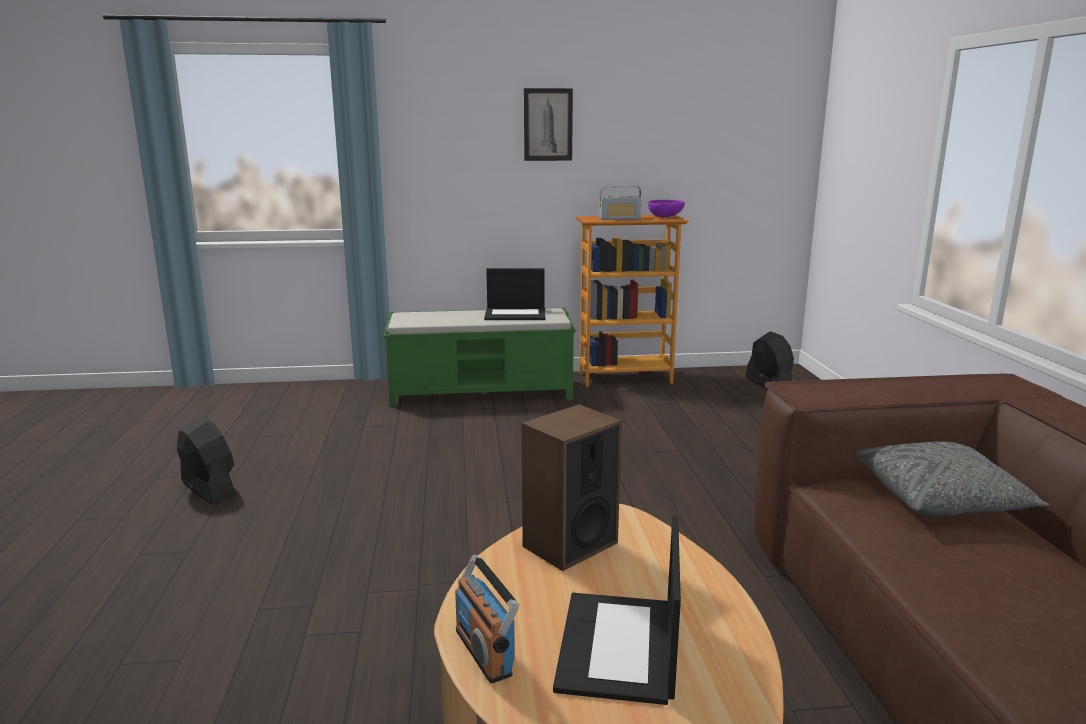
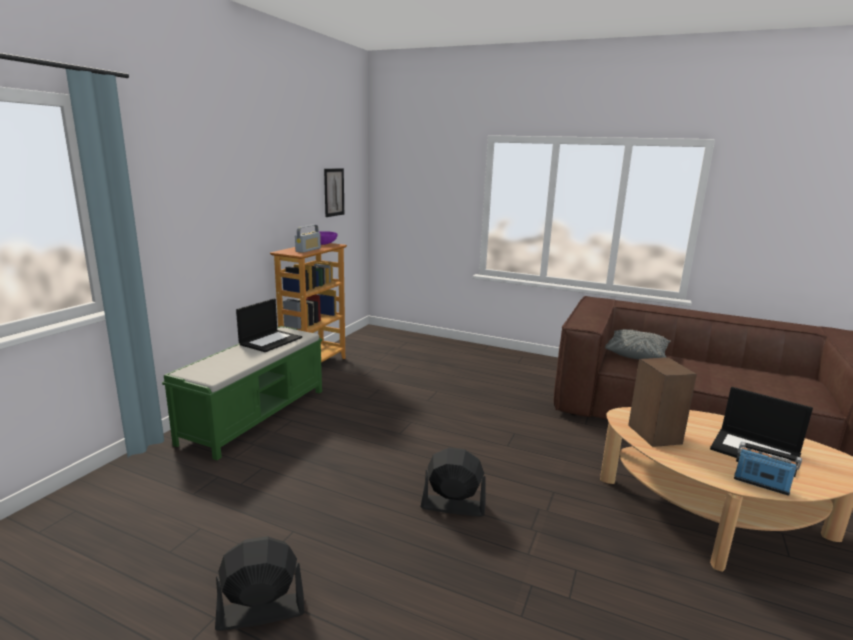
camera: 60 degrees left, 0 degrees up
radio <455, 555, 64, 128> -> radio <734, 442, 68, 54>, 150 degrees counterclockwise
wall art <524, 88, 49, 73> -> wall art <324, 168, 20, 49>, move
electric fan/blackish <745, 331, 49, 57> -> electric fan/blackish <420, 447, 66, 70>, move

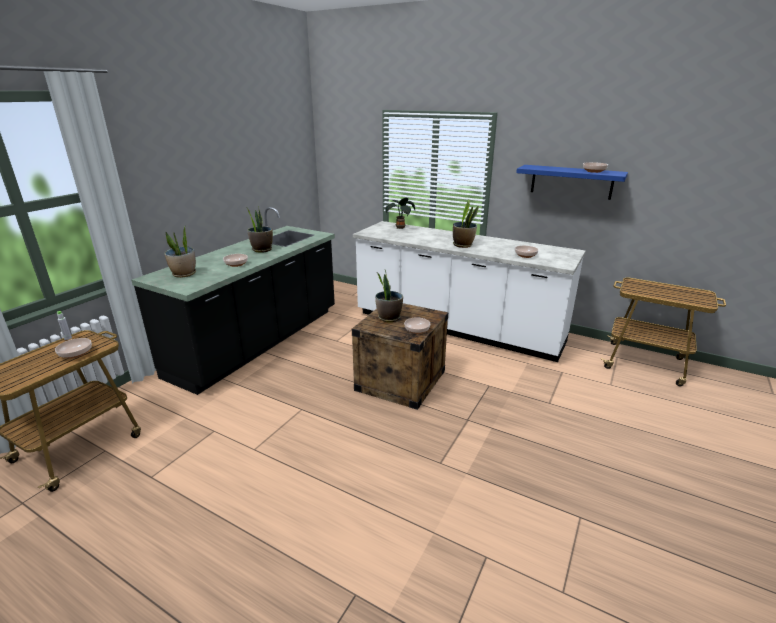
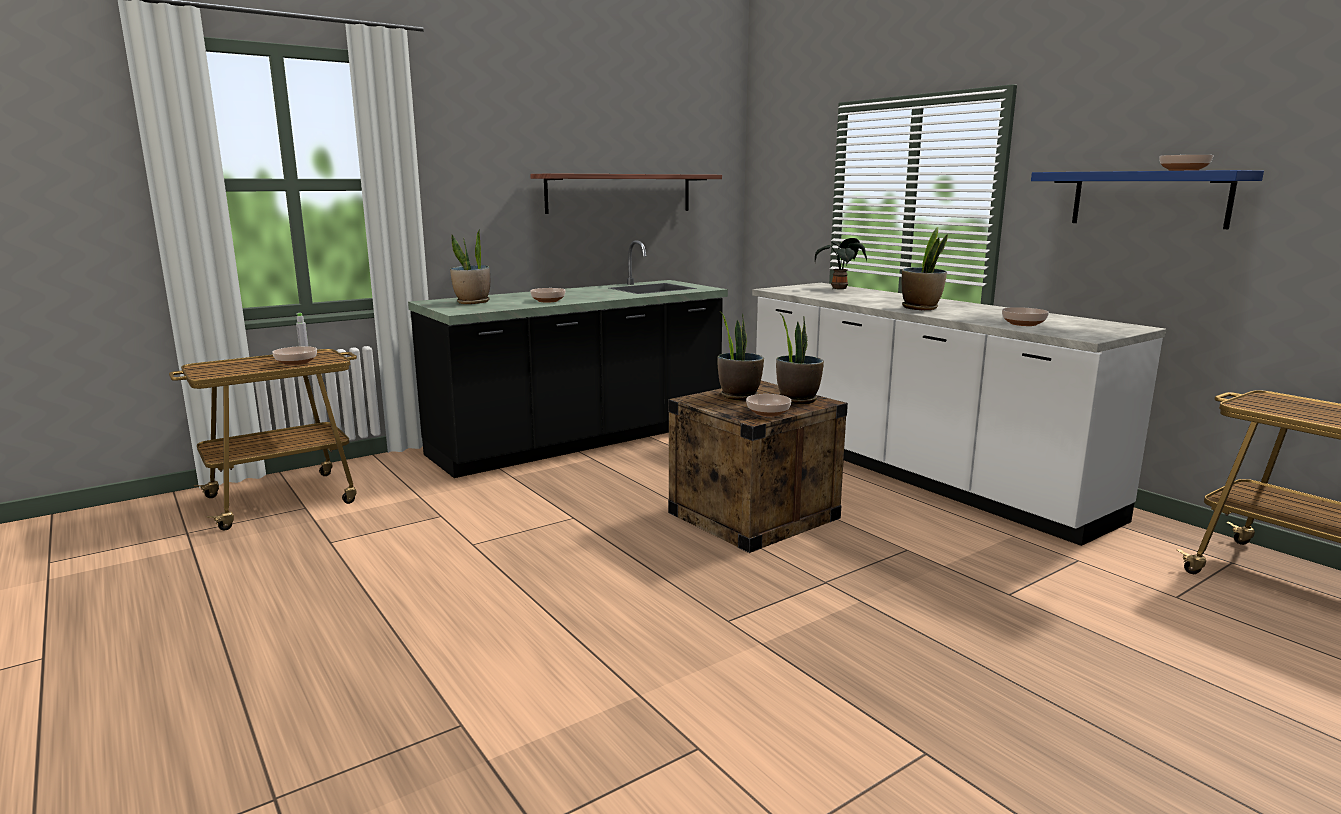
camera: 25 degrees right, 10 degrees down
potted plant <245, 206, 28, 47> -> potted plant <776, 313, 48, 91>, move
none -> bracket shelf <530, 173, 192, 41>

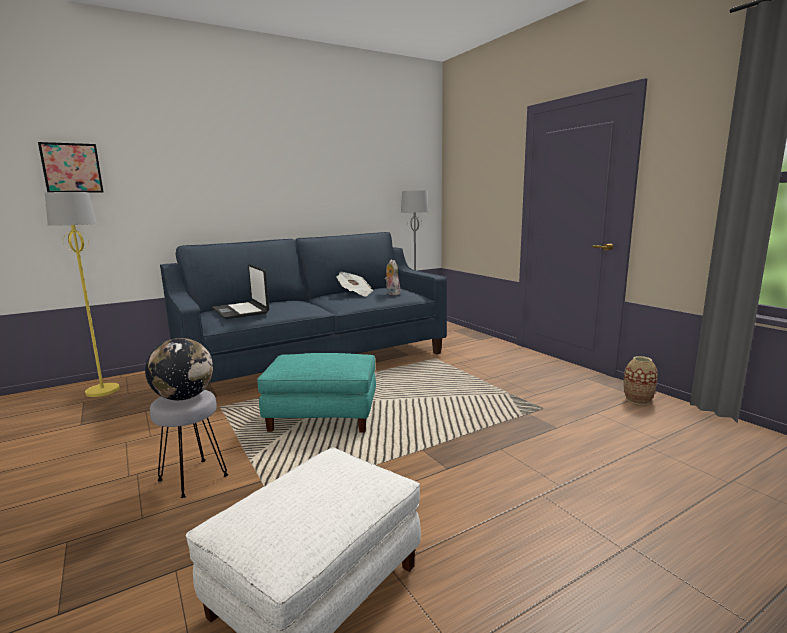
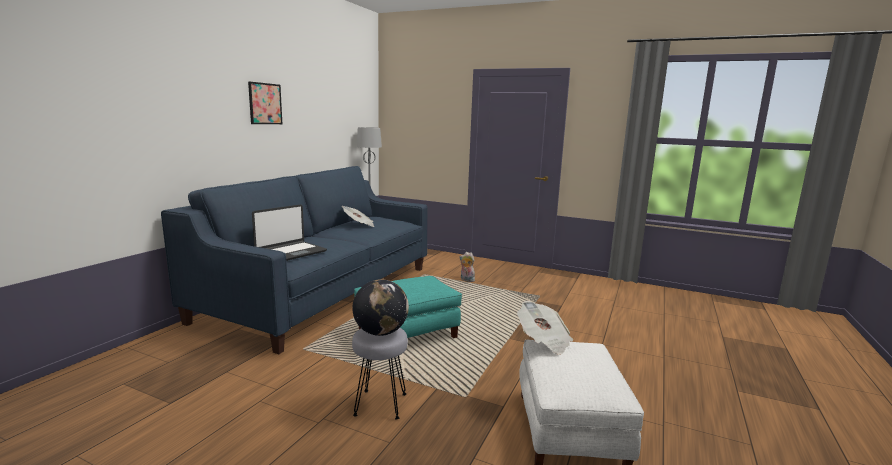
camera: 35 degrees left, 0 degrees up
wall art <38, 142, 65, 51> -> wall art <248, 82, 34, 42>, move
standard lamp/yellowish <45, 192, 75, 205> -> none
notebook computer <212, 264, 57, 55> -> notebook computer <252, 204, 75, 57>, 75 degrees counterclockwise
soft toy <385, 260, 15, 35> -> soft toy <459, 252, 16, 30>, move
decorative vase <624, 356, 34, 49> -> none
none -> daily paper <517, 301, 56, 54>

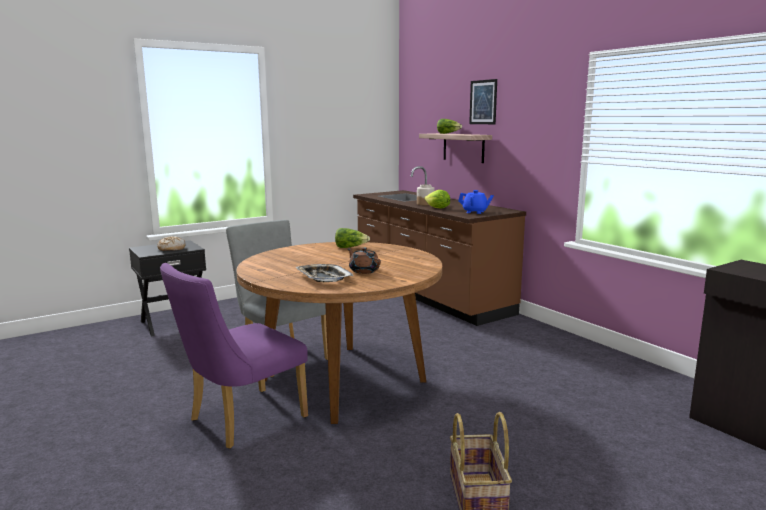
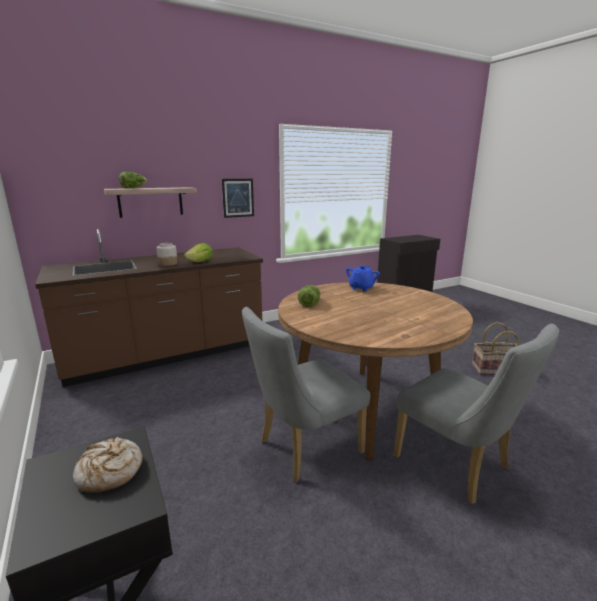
camera: 85 degrees left, 5 degrees up
plain chair/purplish <160, 263, 148, 186> -> plain chair/greyish <393, 324, 166, 180>
tray <296, 264, 57, 18> -> none
pot for tea/brown-coloured <348, 247, 33, 27> -> none
pot for tea/blue <458, 190, 36, 24> -> pot for tea/blue <346, 265, 34, 26>, move
wall art <469, 79, 28, 45> -> wall art <222, 179, 32, 39>, move

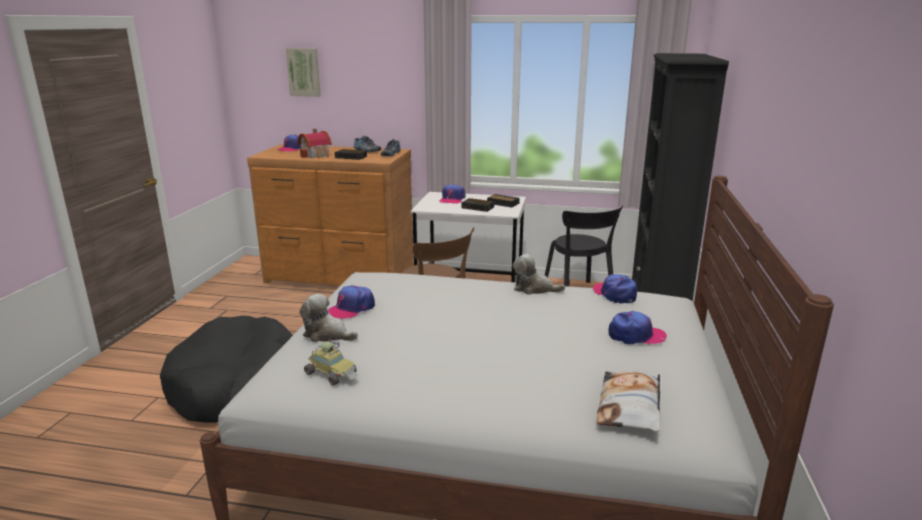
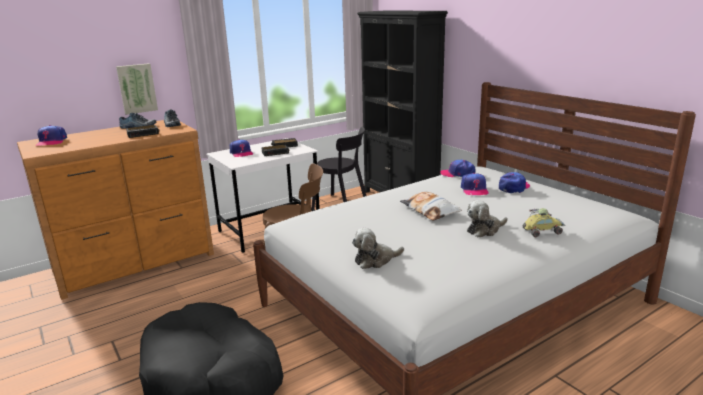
camera: 45 degrees left, 0 degrees up
wall art <286, 48, 35, 49> -> wall art <116, 63, 42, 52>, move
miniature house <297, 129, 35, 30> -> none
toy car <304, 339, 54, 47> -> toy car <523, 208, 43, 29>, move
cap <327, 285, 48, 34> -> cap <461, 173, 28, 22>, move
soft toy <513, 254, 52, 40> -> soft toy <467, 200, 41, 37>, move
pillow <597, 371, 64, 61> -> pillow <400, 191, 62, 30>, move

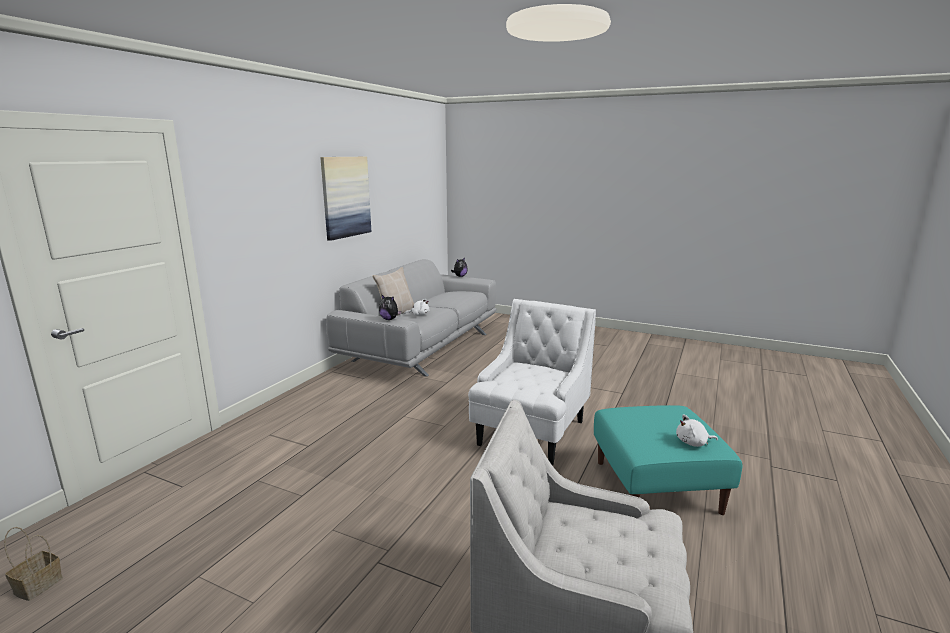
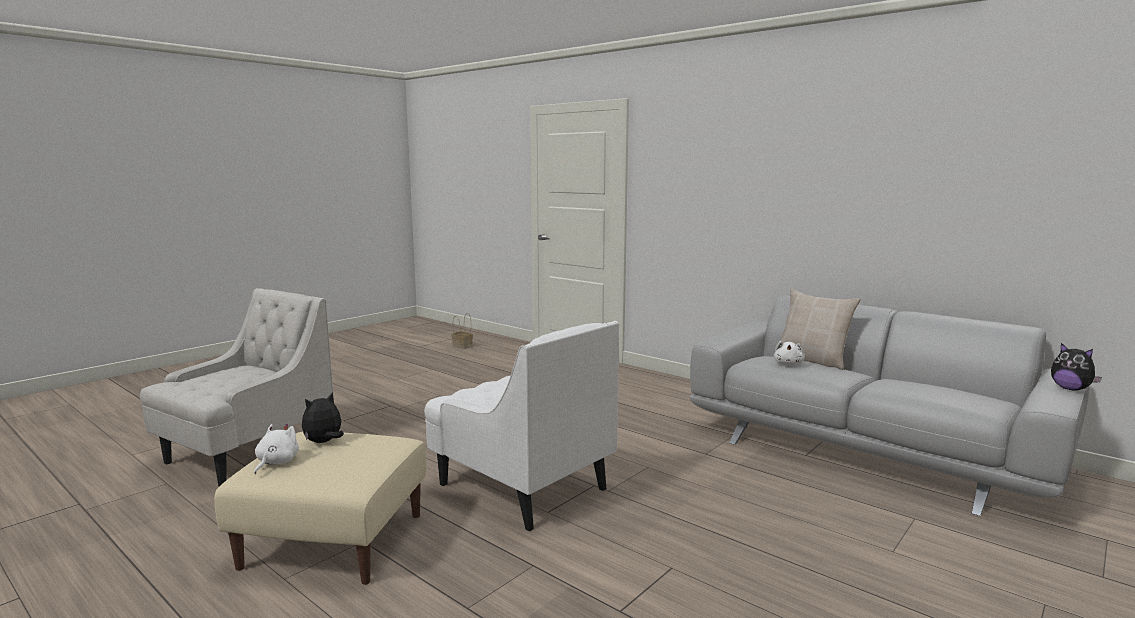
camera: 105 degrees right, 5 degrees down
wall art <320, 157, 51, 84> -> none
soft toy <379, 294, 23, 26> -> soft toy <302, 392, 42, 51>, move
ottoman/blue-green <594, 405, 148, 110> -> ottoman/beige <214, 432, 212, 153>

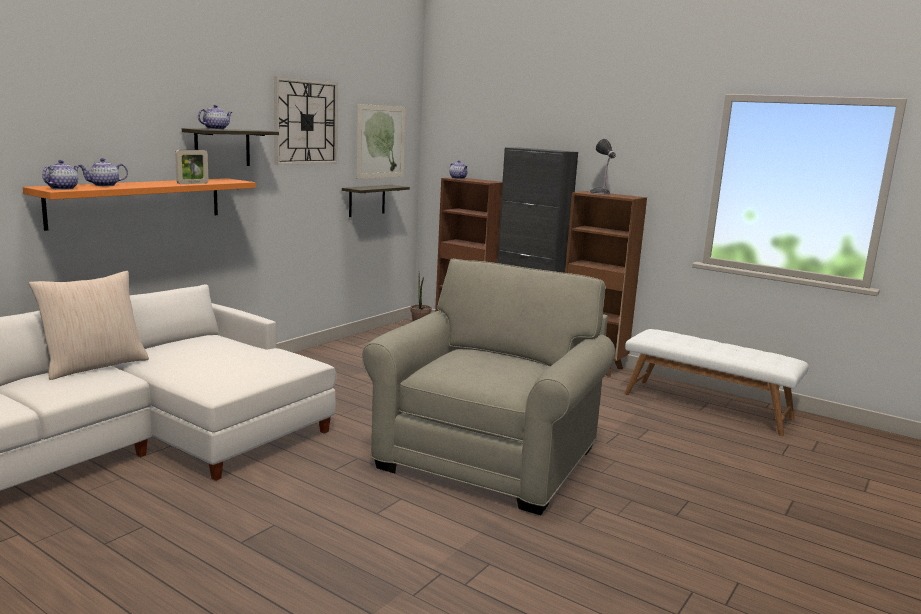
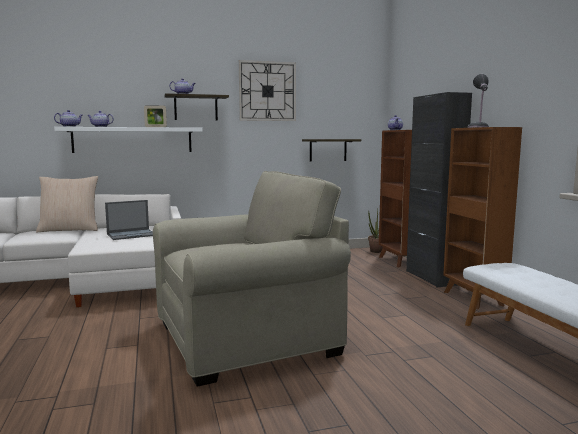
camera: 40 degrees right, 5 degrees down
bracket shelf/orangey <23, 178, 233, 53> -> bracket shelf/white-coloured <54, 127, 149, 26>
wall art <357, 104, 49, 75> -> none
none -> notebook computer <105, 200, 48, 40>

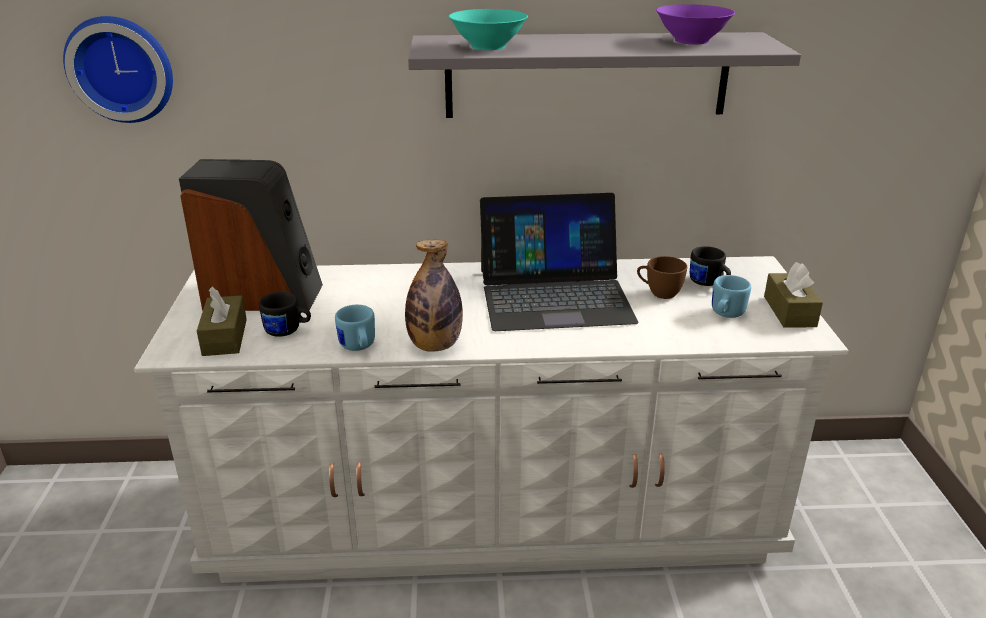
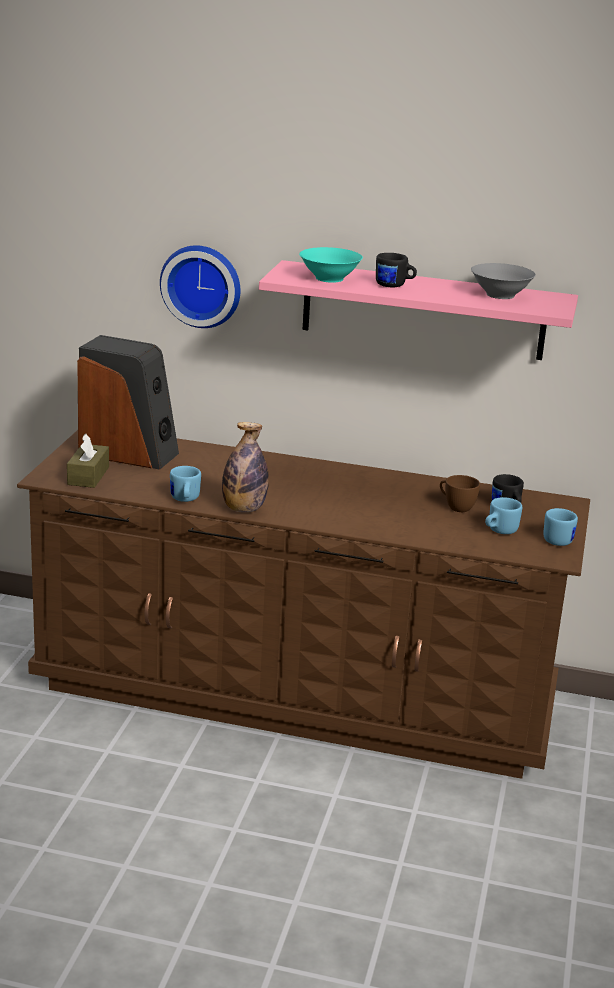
camera: 15 degrees right, 5 degrees down
clock on the wall <63, 16, 110, 107> -> clock on the wall <160, 245, 80, 83>, move
dresser/white-coloured <134, 256, 715, 327> -> dresser/brown-coloured <17, 430, 573, 349>
tea mug/blackish <259, 292, 52, 45> -> tea mug/blackish <376, 253, 41, 34>, move
bracket shelf/greyish <408, 32, 393, 86> -> bracket shelf/pinkish <259, 260, 319, 100>
notebook computer <480, 193, 159, 138> -> none
bowl/purplish <656, 4, 79, 40> -> bowl/greyish <471, 263, 65, 36>
tissue box/brown-coloured <764, 262, 59, 66> -> tea mug/blue <544, 508, 34, 38>

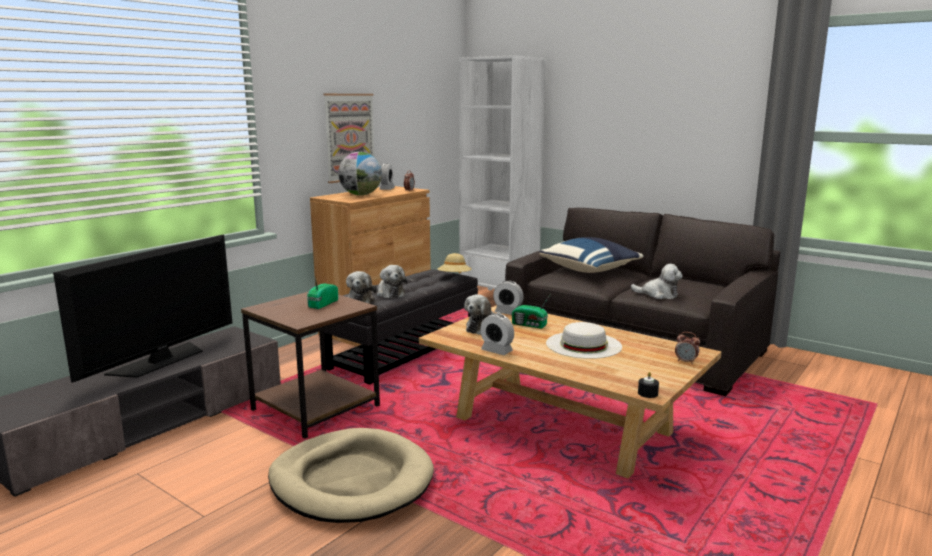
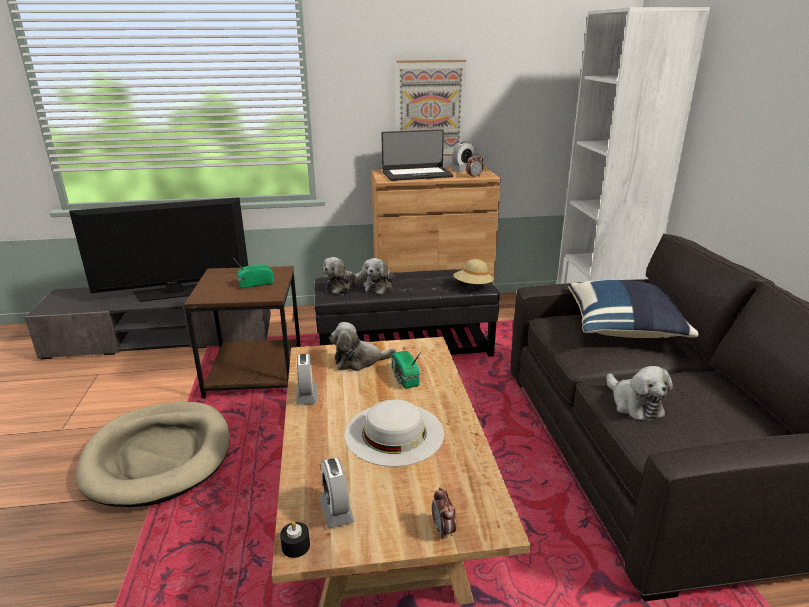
camera: 45 degrees right, 10 degrees up
globe <338, 152, 44, 43> -> notebook computer <381, 129, 72, 52>
alarm clock <493, 281, 31, 34> -> alarm clock <319, 457, 36, 72>, move

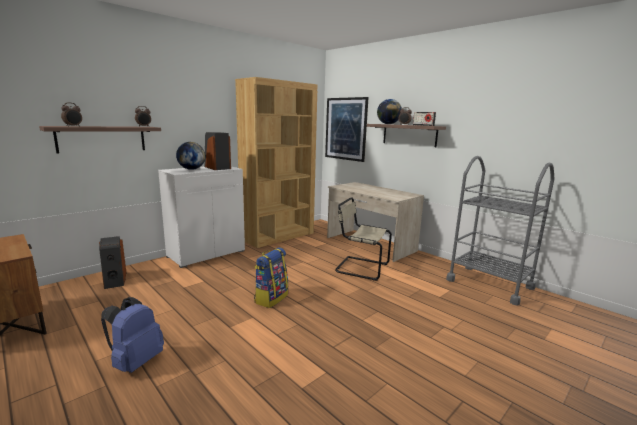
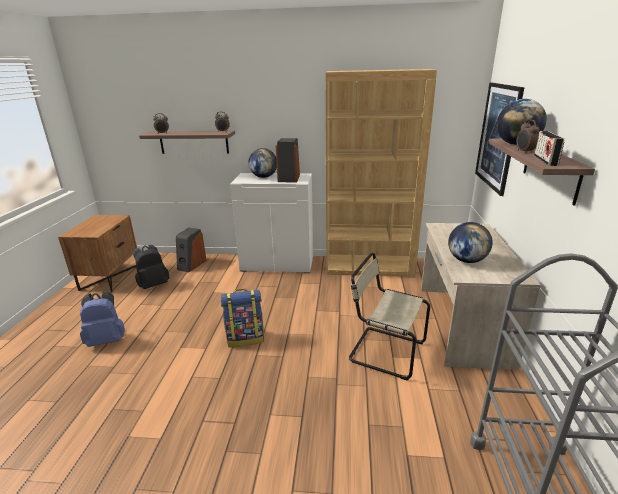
camera: 50 degrees right, 10 degrees up
plain chair/beige <335, 197, 57, 84> -> plain chair/beige <349, 253, 81, 128>, 45 degrees counterclockwise
none -> knapsack/blackish <133, 245, 37, 44>
none -> globe <448, 222, 45, 41>

